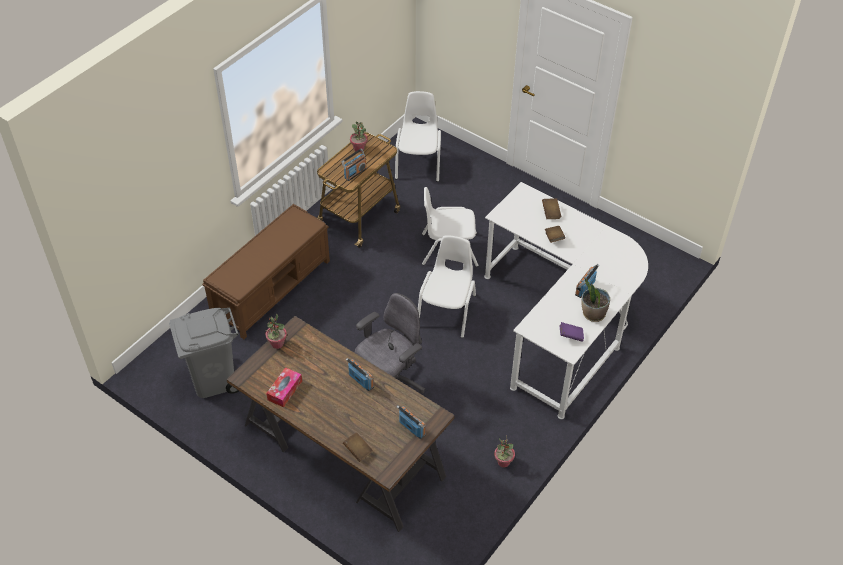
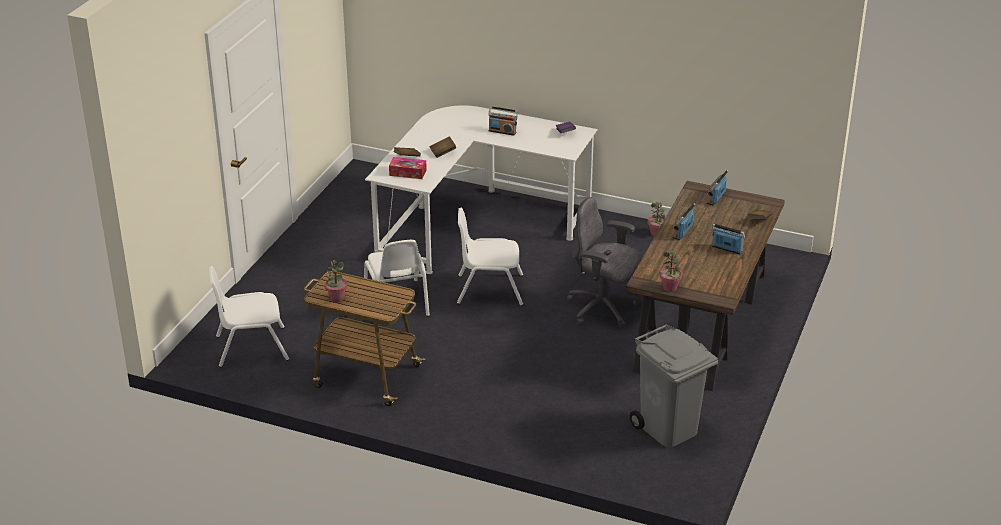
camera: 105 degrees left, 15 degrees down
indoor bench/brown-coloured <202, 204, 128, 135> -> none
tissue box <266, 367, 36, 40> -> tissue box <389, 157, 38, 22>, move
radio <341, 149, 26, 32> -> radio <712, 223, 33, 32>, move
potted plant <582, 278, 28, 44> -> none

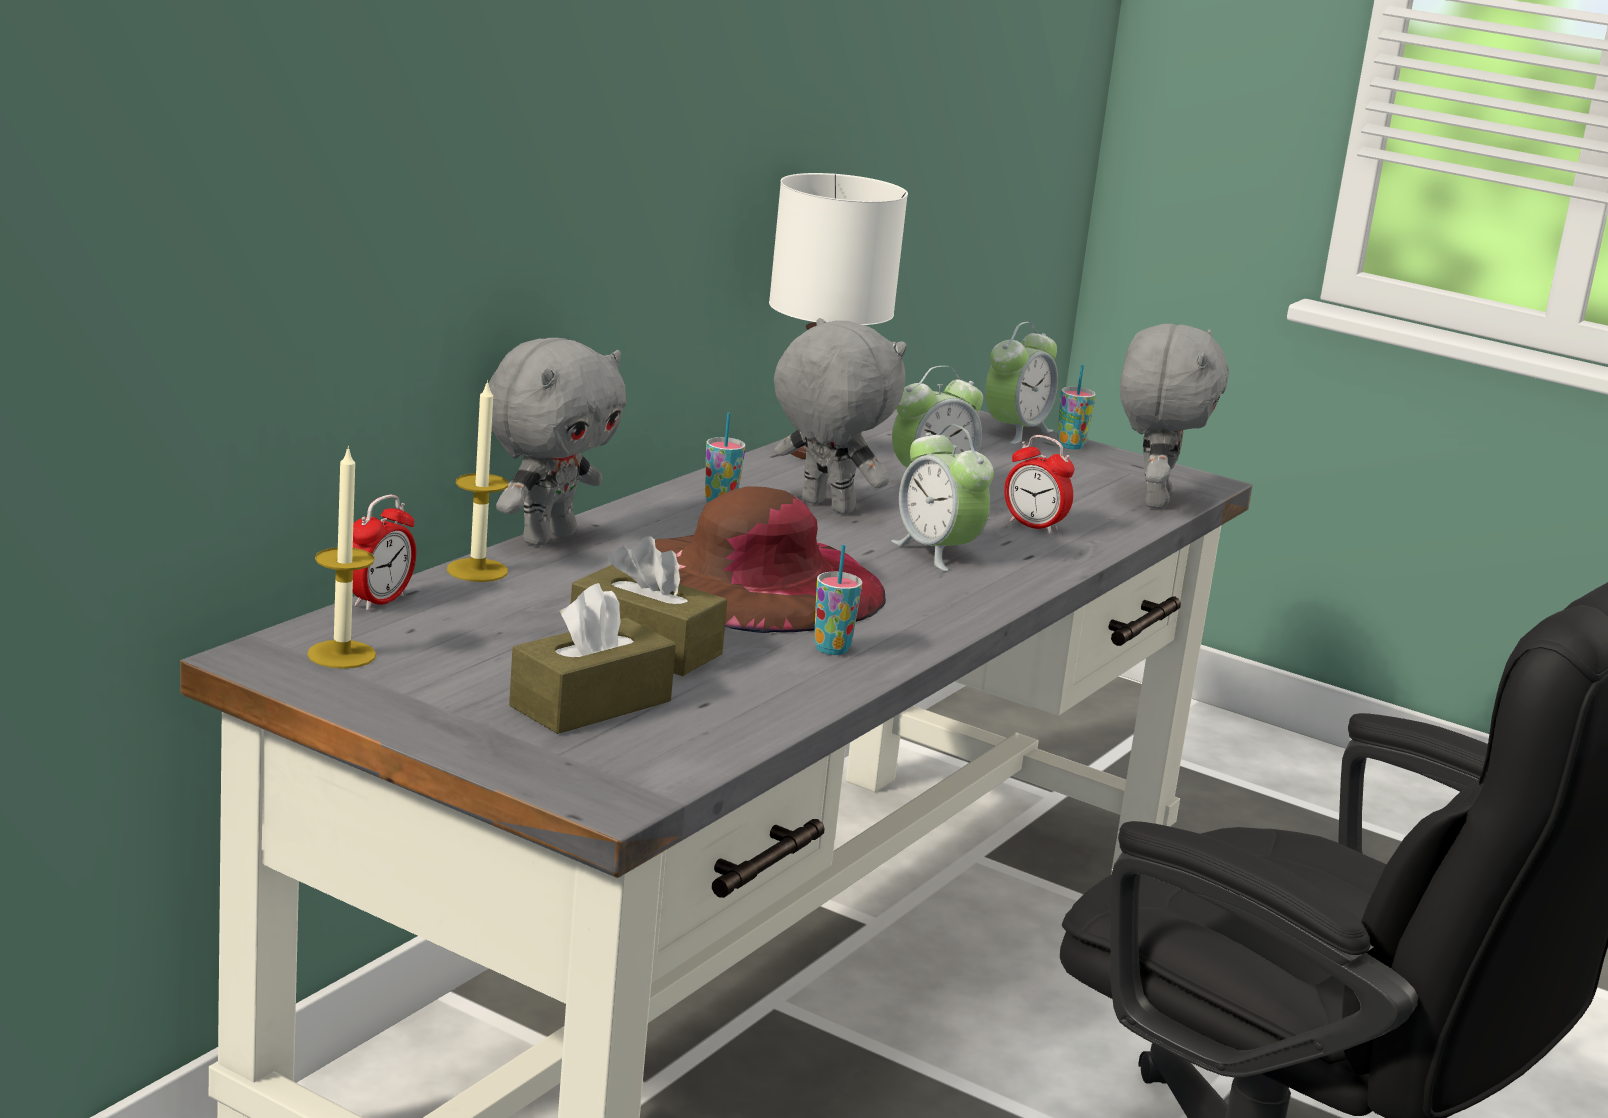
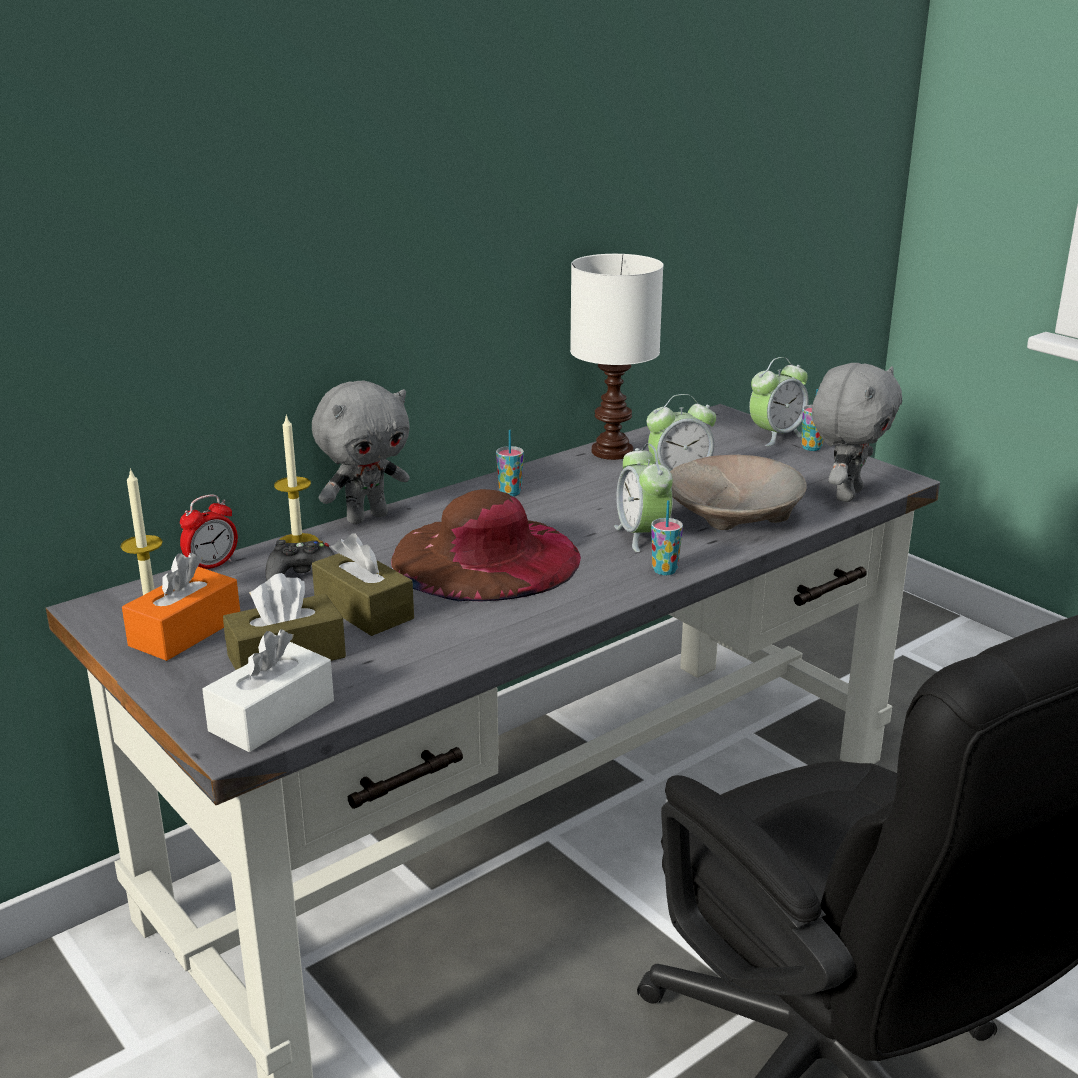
camera: 20 degrees right, 5 degrees up
soft toy/greyish <774, 318, 133, 196> -> none
drinking cup <814, 545, 48, 110> -> drinking cup <651, 500, 32, 75>, move
alarm clock <1004, 435, 70, 99> -> bowl/beige <670, 455, 137, 75>
none -> tissue box/orangey <122, 553, 118, 108>
none -> tissue box/white-coloured <202, 630, 132, 122>
none -> gamepad/blackish <265, 540, 70, 40>

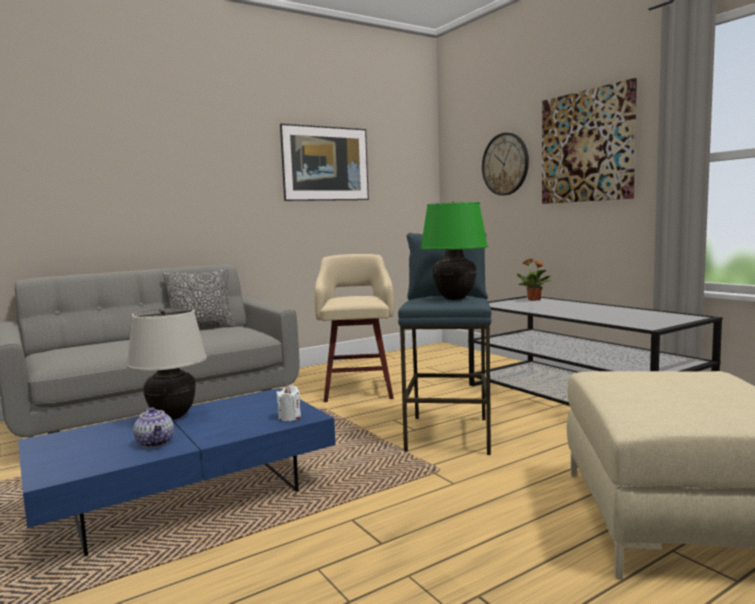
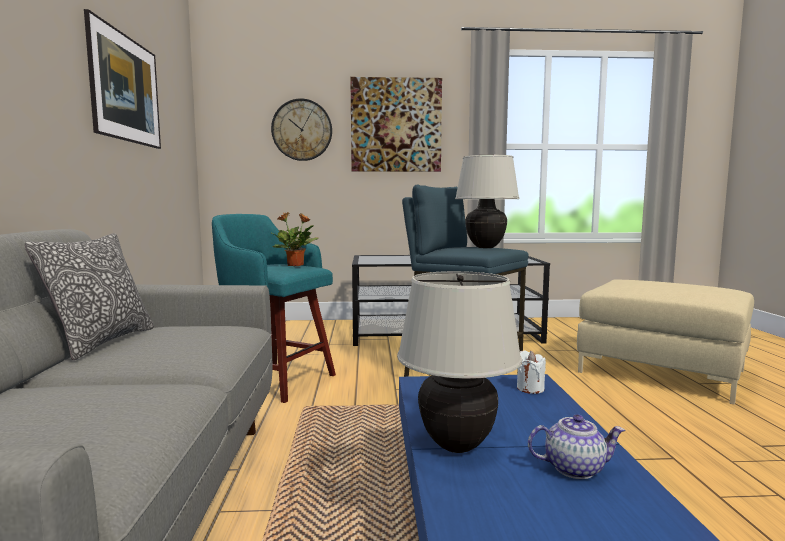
camera: 60 degrees left, 0 degrees up
stool/beige <314, 254, 80, 148> -> stool/blue-green <212, 214, 124, 189>
table lamp/greenish <420, 202, 68, 98> -> table lamp/beige <455, 155, 65, 93>
potted plant <516, 259, 36, 42> -> potted plant <270, 212, 49, 54>, move

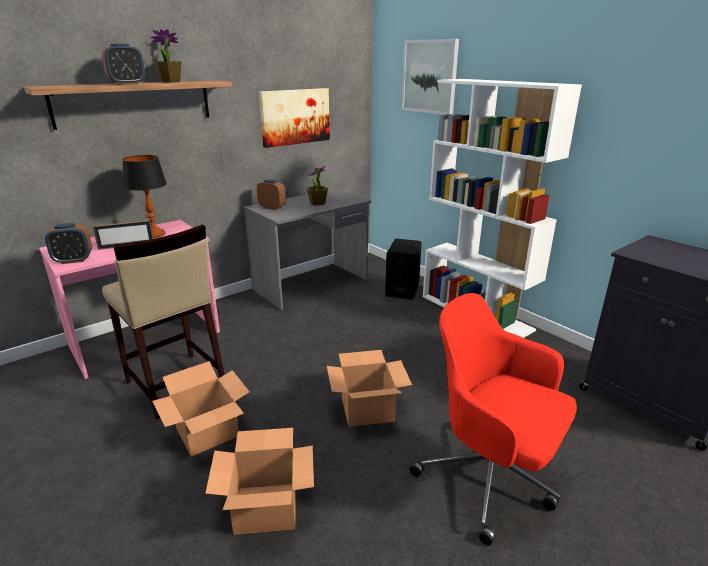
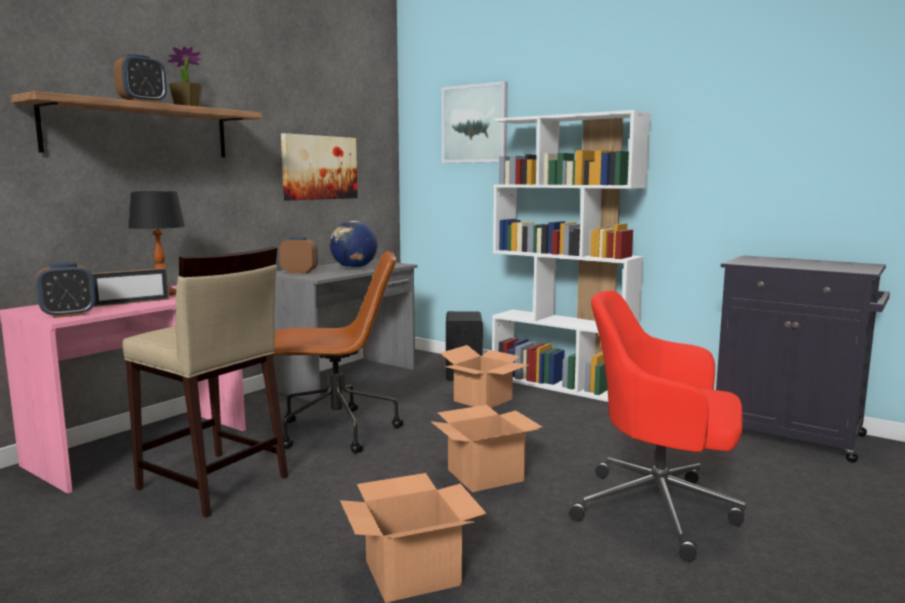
camera: 15 degrees left, 15 degrees down
carton <152, 361, 97, 96> -> carton <440, 345, 89, 63>, move
potted plant <307, 166, 21, 39> -> globe <330, 221, 48, 47>
none -> office chair/brown-coloured <273, 251, 130, 203>

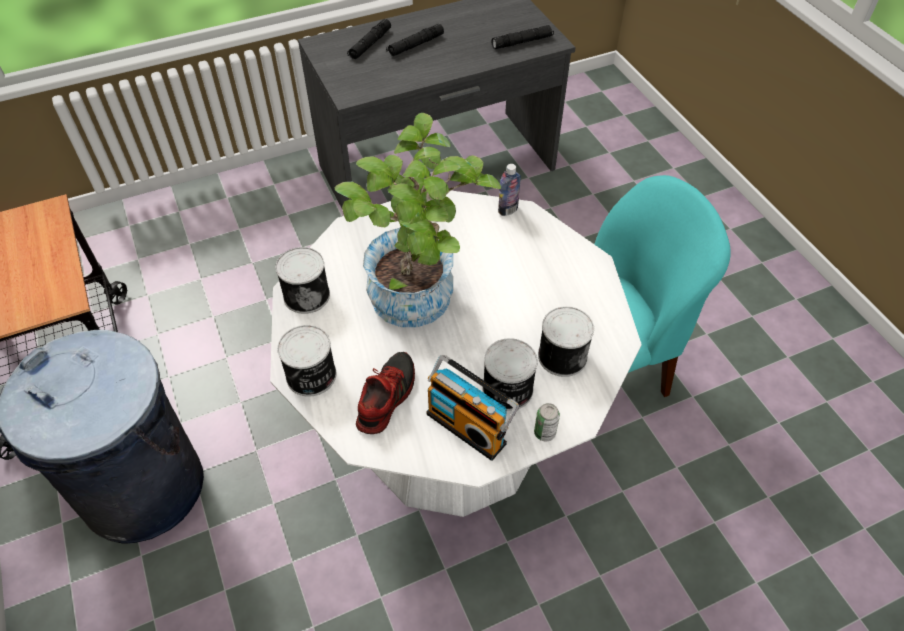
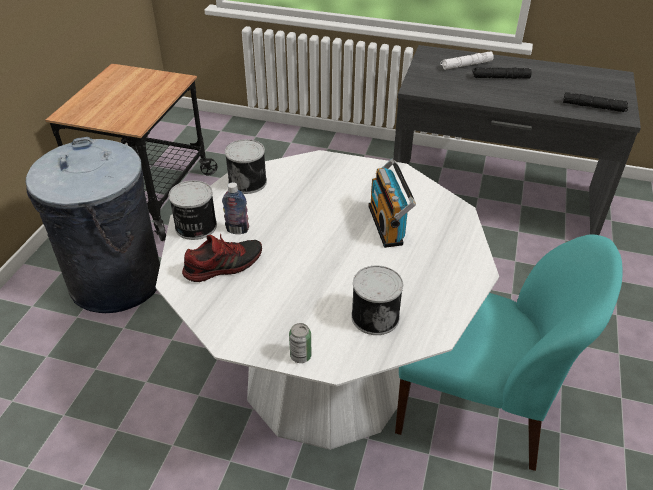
camera: 40 degrees right, 10 degrees down
potted plant <335, 113, 166, 214> -> none
torch/blackish <347, 19, 44, 40> -> torch/white-coloured <440, 51, 54, 19>
radio <426, 355, 93, 106> -> radio <368, 159, 48, 89>, move
sealed can <483, 338, 55, 73> -> none
bottle <498, 164, 23, 52> -> bottle <222, 182, 27, 52>, move

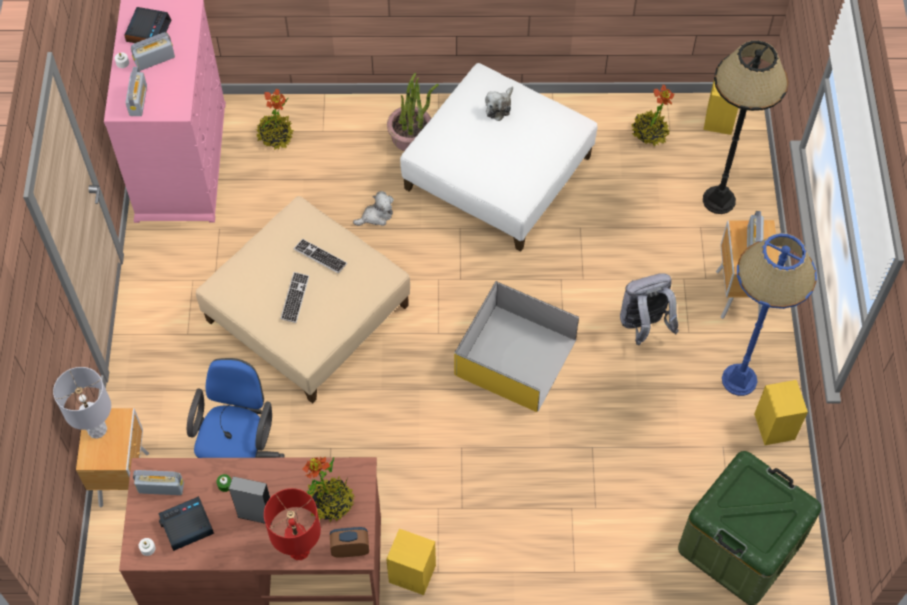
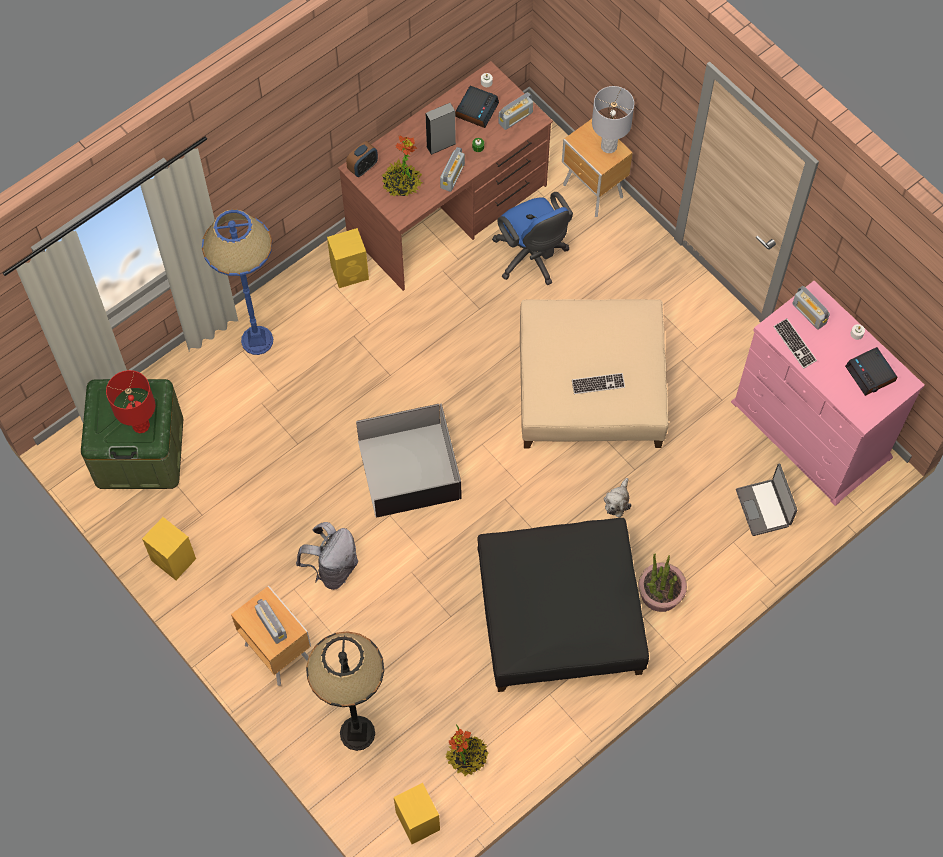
camera: 140 degrees right, 5 degrees up
radio <131, 32, 44, 39> -> radio <440, 147, 25, 45>, move
potted plant <256, 88, 38, 62> -> notebook computer <736, 463, 61, 73>
table lamp/red-coloured <264, 488, 57, 72> -> table lamp/red-coloured <106, 370, 49, 63>, move
PC keyboard <280, 272, 29, 51> -> PC keyboard <774, 318, 43, 51>, move
ottoman/white-coloured <400, 63, 197, 189> -> ottoman/blackish <477, 518, 172, 174>
storage bin/yellowish <454, 281, 125, 131> -> storage bin/blackish <356, 403, 105, 115>
soft toy <485, 87, 28, 34> -> none
standard lamp/blue <722, 233, 95, 163> -> standard lamp/blue <202, 209, 71, 146>, move

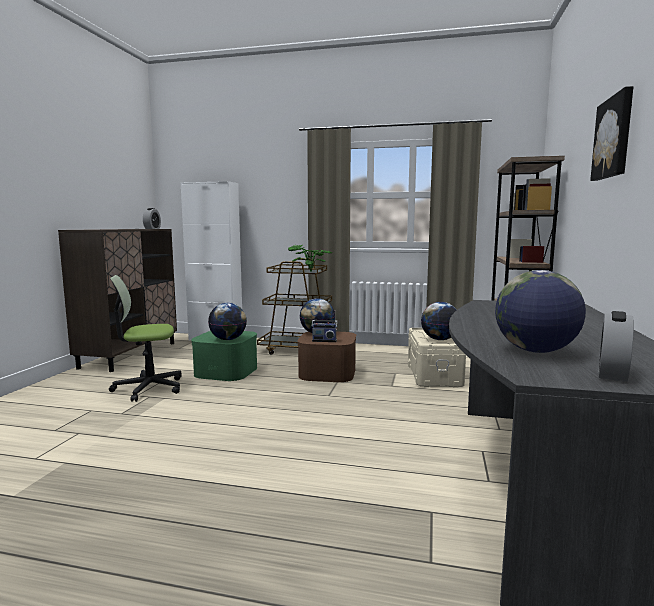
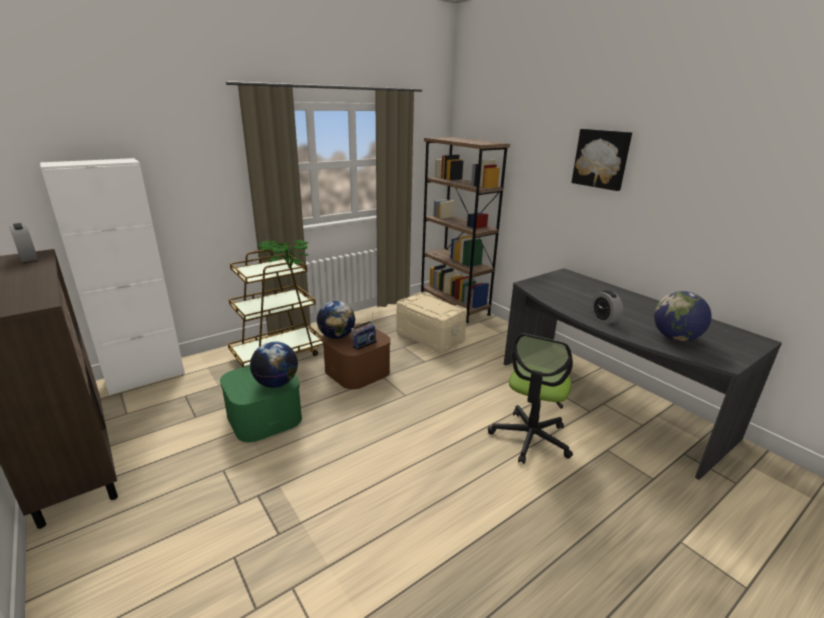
camera: 50 degrees left, 15 degrees up
office chair <109, 275, 72, 127> -> office chair <488, 333, 85, 131>, move
globe <421, 302, 36, 38> -> none
alarm clock <599, 311, 35, 71> -> alarm clock <591, 290, 32, 34>, move

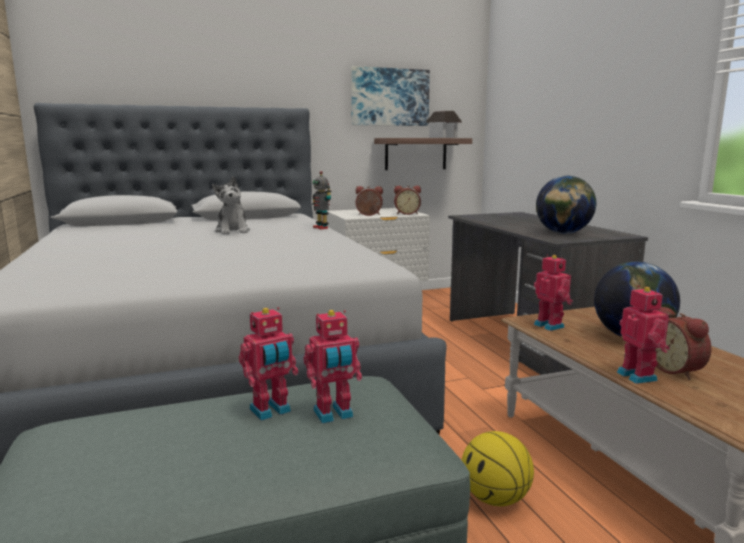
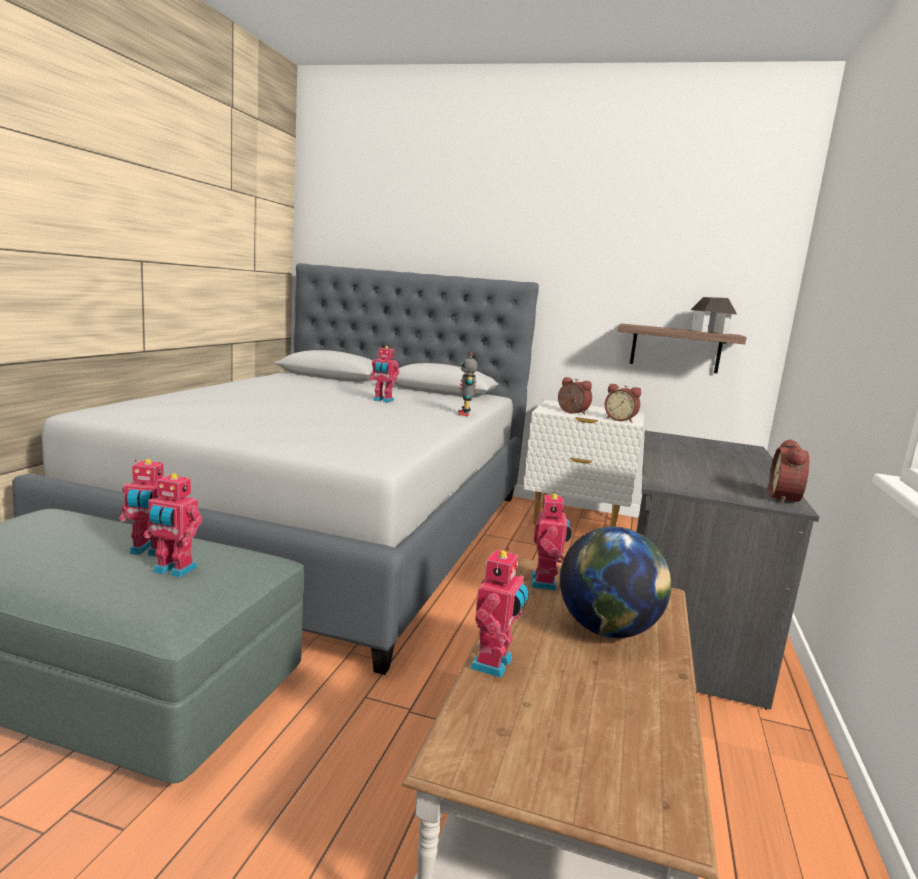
camera: 35 degrees right, 0 degrees up
soft toy <212, 176, 38, 58> -> model robot <370, 346, 29, 57>
wall art <351, 66, 79, 60> -> none
ball for basketball <462, 431, 72, 75> -> none
globe <536, 176, 60, 58> -> none
alarm clock <656, 307, 56, 73> -> alarm clock <769, 439, 40, 65>, move

